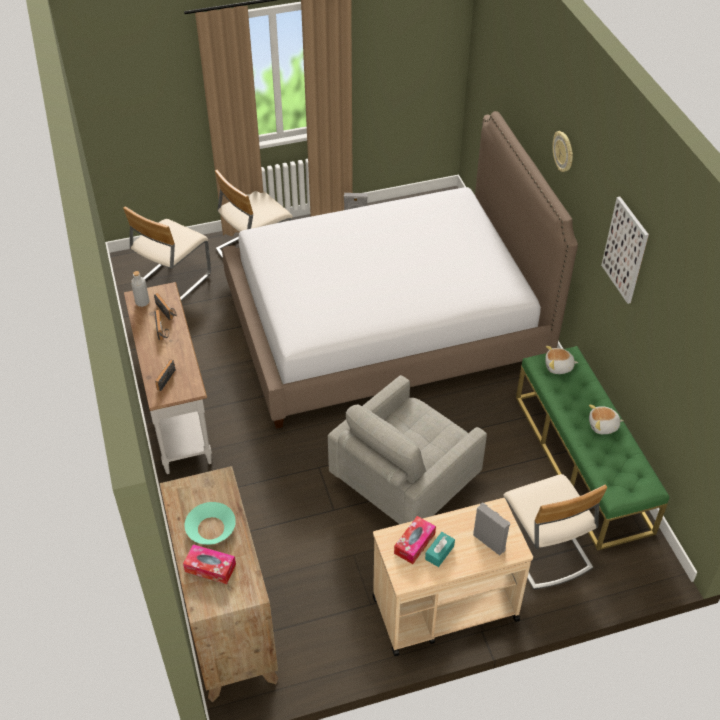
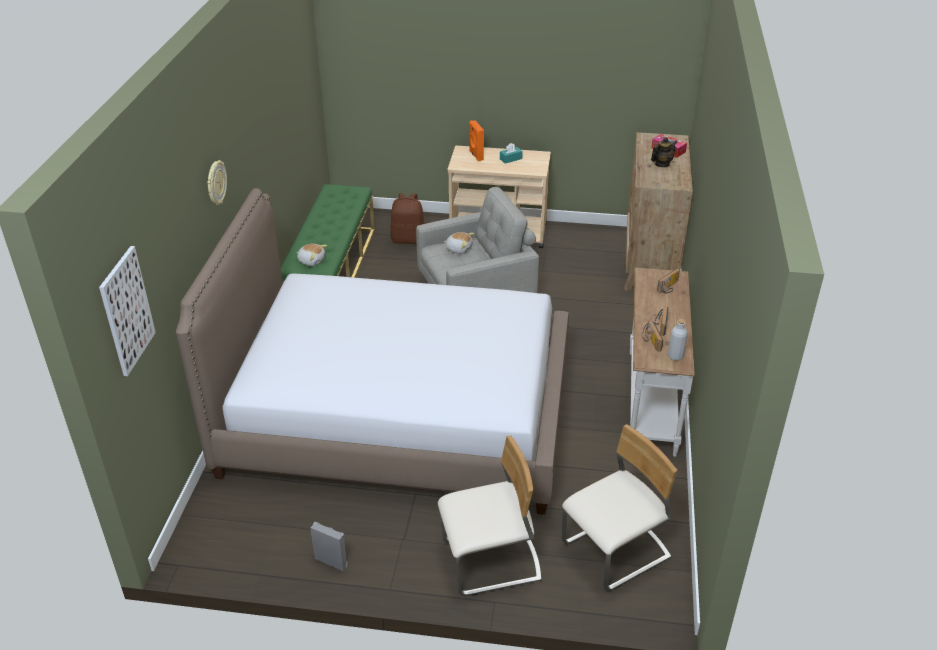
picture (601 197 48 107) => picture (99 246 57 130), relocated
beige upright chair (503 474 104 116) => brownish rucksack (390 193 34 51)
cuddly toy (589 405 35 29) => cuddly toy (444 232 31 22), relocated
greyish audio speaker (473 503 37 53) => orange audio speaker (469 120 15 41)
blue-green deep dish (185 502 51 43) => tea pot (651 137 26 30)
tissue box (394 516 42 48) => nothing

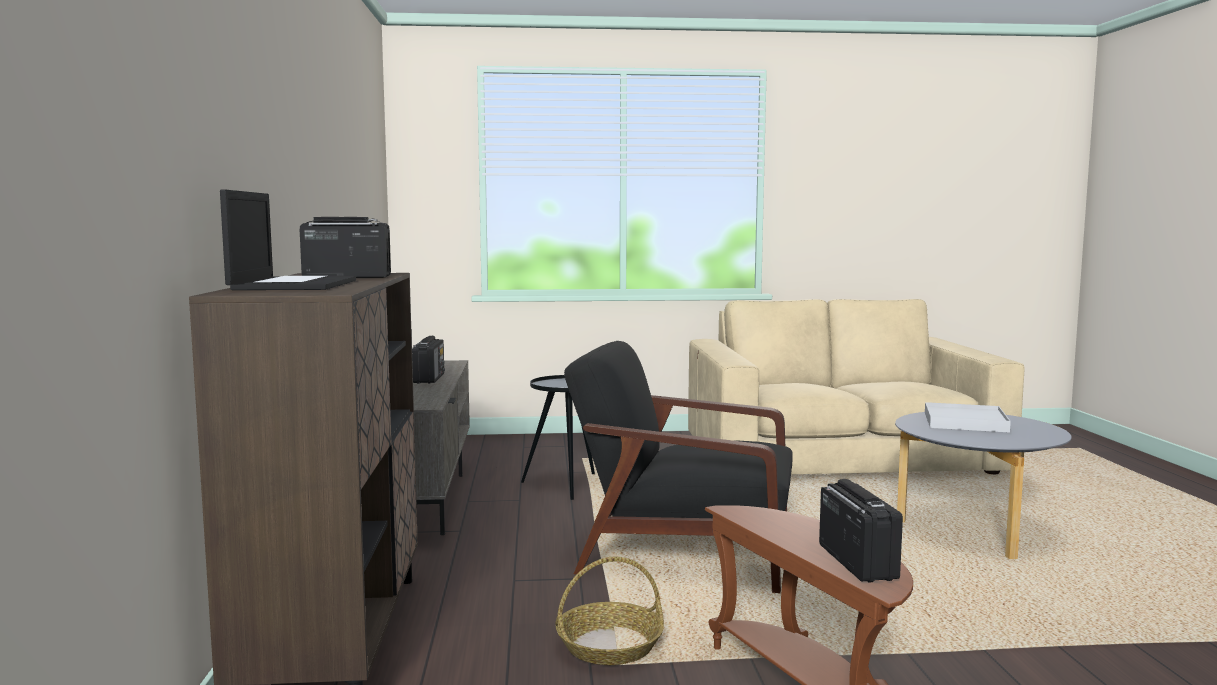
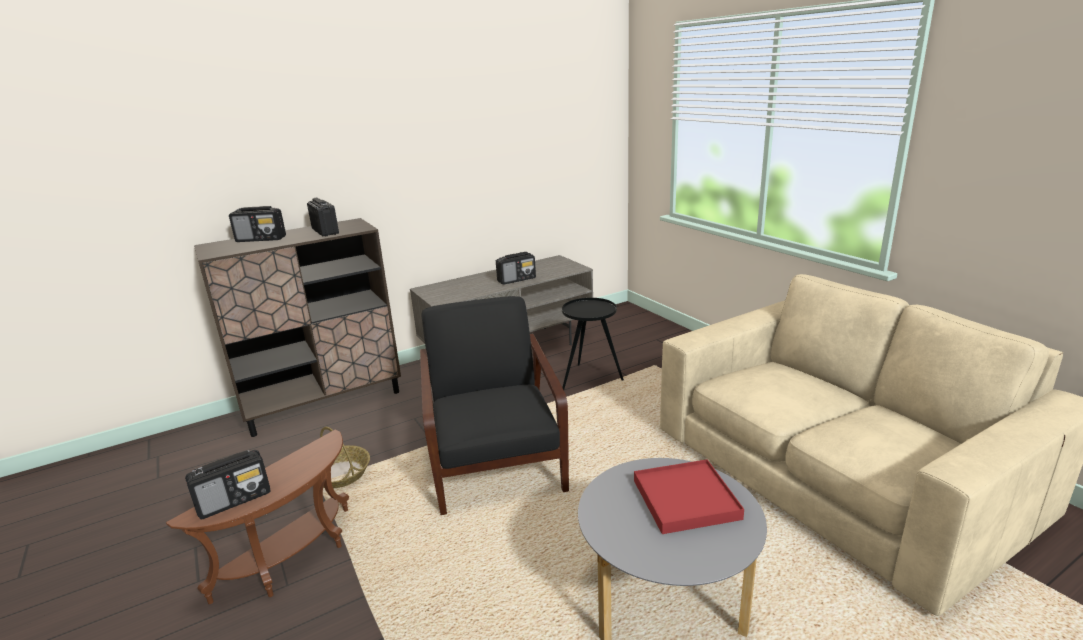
laptop (220 190 136 100) => radio set (229 206 57 36)
white-coloured serving tray (925 402 86 31) => red-coloured serving tray (634 459 110 75)

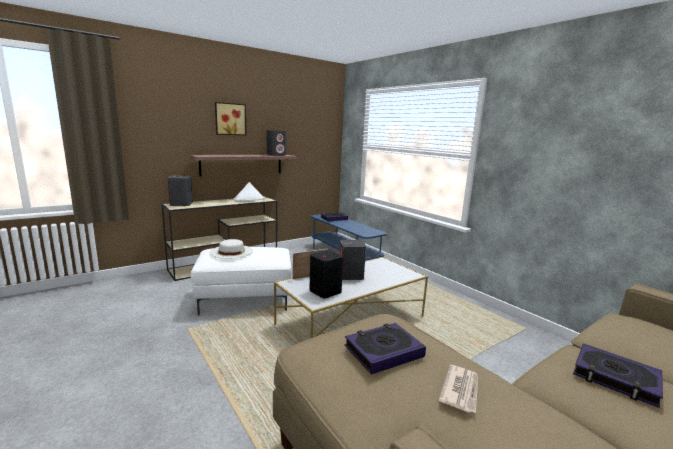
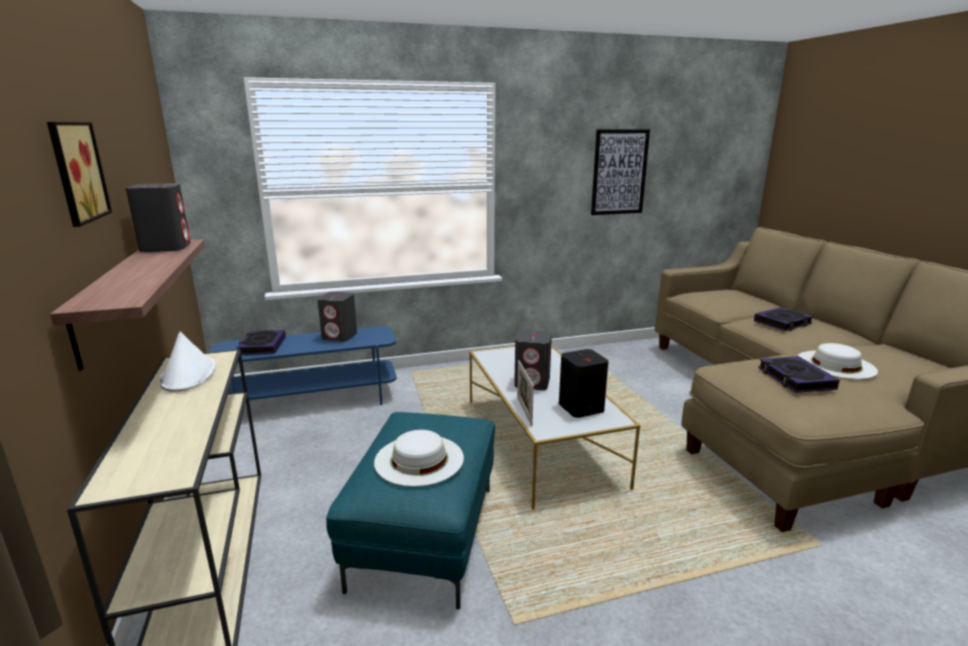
greyish audio speaker (168 176 25 30) => greyish audio speaker (317 292 40 50), relocated
white-coloured pouffe (191 247 101 68) => blue-green pouffe (326 412 169 198)
nothing => picture (591 129 59 86)
daily paper (439 365 39 48) => white-coloured hat (798 343 80 36)

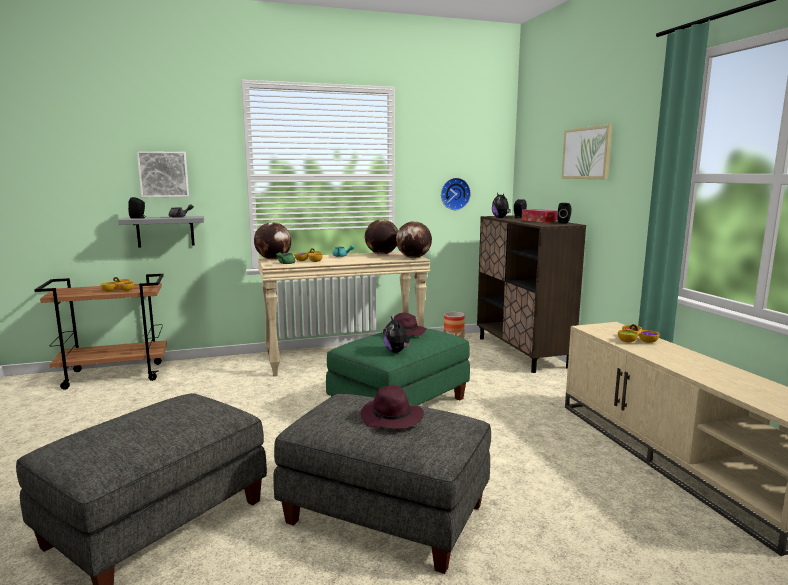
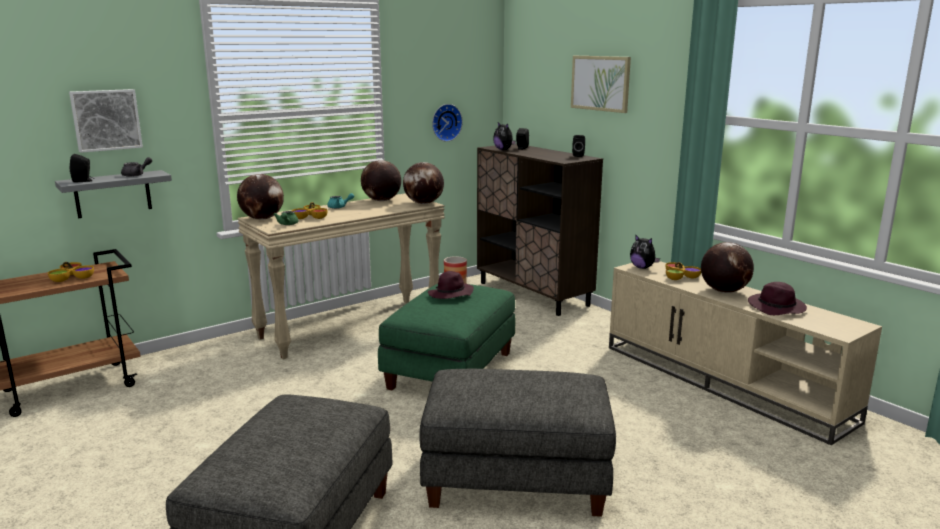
cuddly toy (383 317 27 36) => cuddly toy (630 234 30 35), relocated
nothing => desk globe (701 242 53 51)
purple hat (361 385 63 44) => purple hat (748 282 59 33), relocated
tissue box (522 209 35 14) => nothing

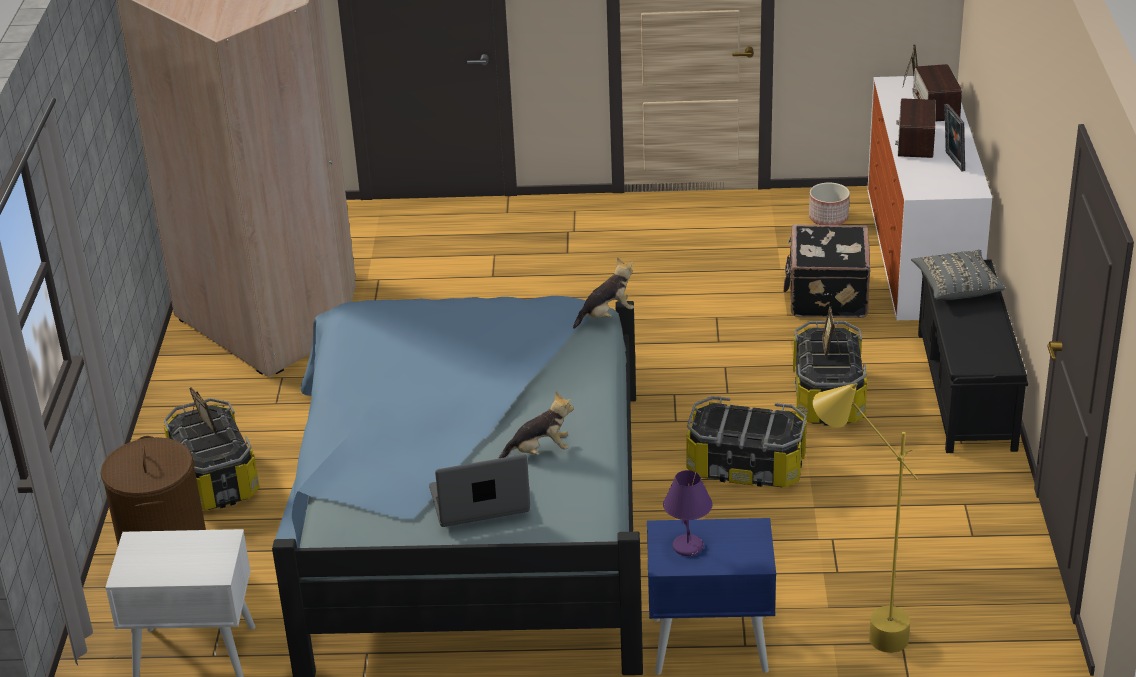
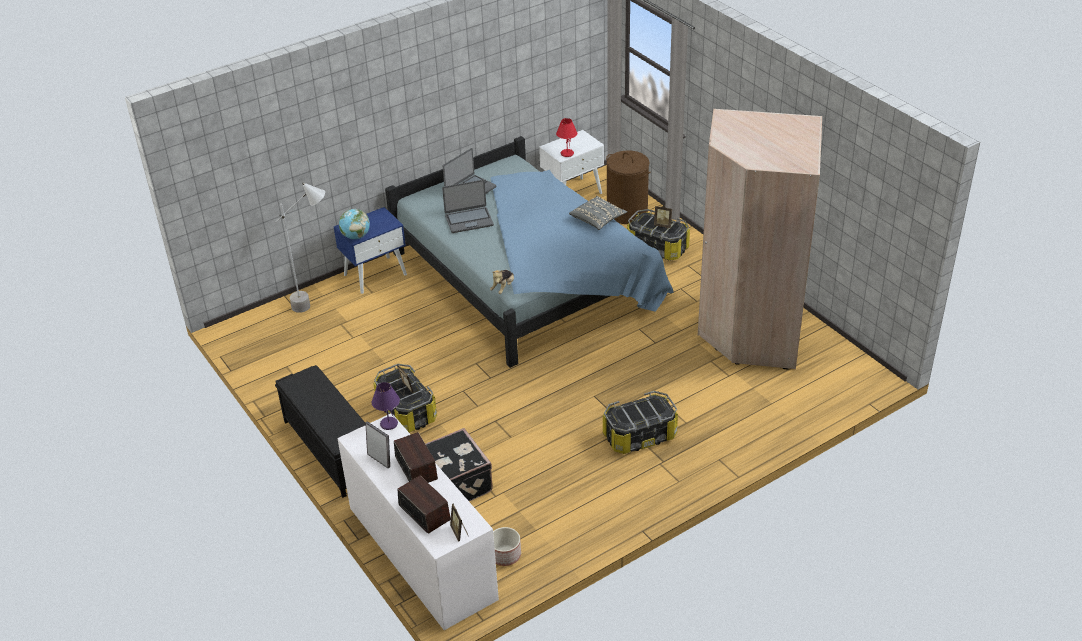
yellow-coloured floor lamp (813 383 105 270) => greyish floor lamp (276 182 49 131)
nothing => desk globe (339 209 31 30)
purple table lamp (663 470 50 86) => purple table lamp (372 382 28 48), relocated
cuddly toy (498 391 76 68) => laptop (442 180 52 53)
nothing => red-coloured table lamp (556 118 21 39)
greyish pillow (911 250 95 50) => greyish pillow (569 196 59 34), relocated
storage bin (686 396 121 91) => storage bin (603 391 75 63), relocated

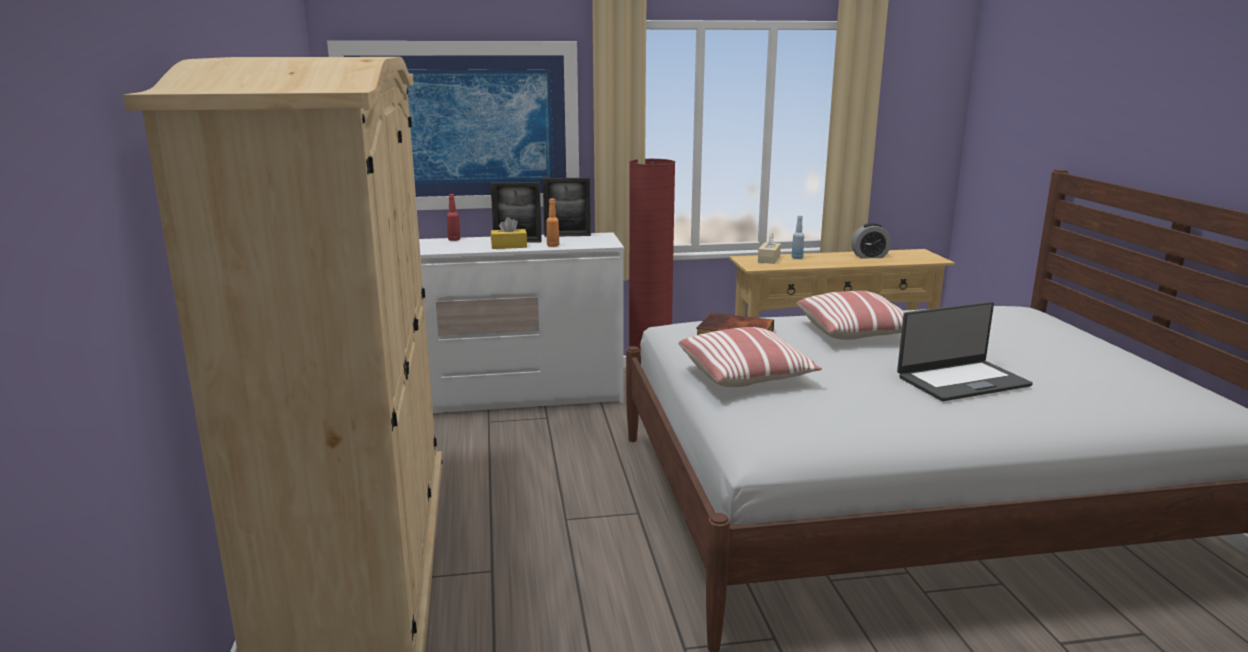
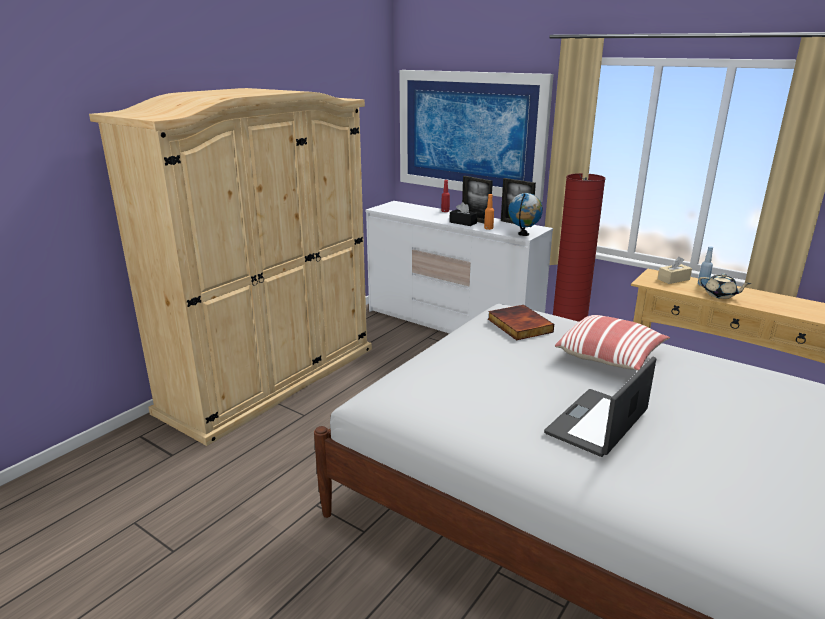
yellow-coloured tissue box (491 217 36 32) => blackish tissue box (449 202 28 24)
nothing => desk globe (508 193 35 43)
laptop (897 301 136 100) => laptop (544 357 112 100), 105 degrees clockwise
nothing => beige tea pot (699 274 52 25)
pillow (679 327 143 60) => nothing
table clock (851 223 40 35) => nothing

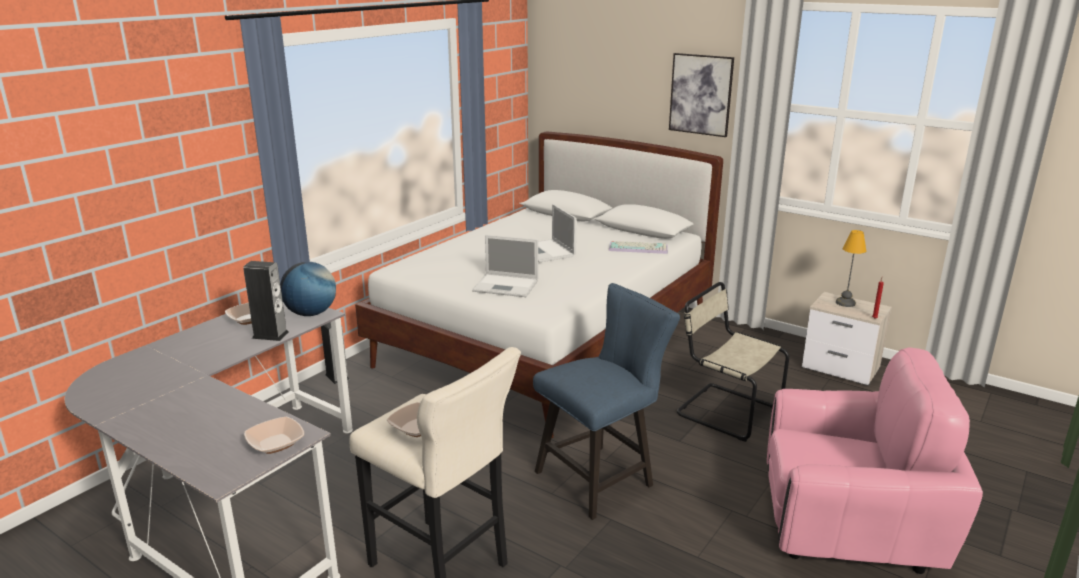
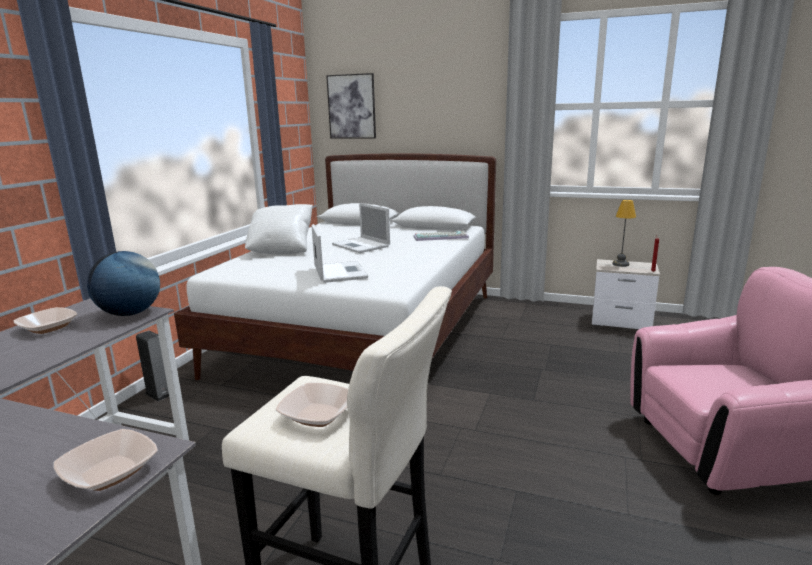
nothing => white-coloured pillow (245 204 68 51)
laptop (472 235 66 62) => laptop (311 224 57 59), 105 degrees counterclockwise
picture (669 53 65 84) => picture (326 73 50 66), relocated
audio speaker (243 261 46 80) => nothing
blue upright chair (533 283 147 237) => nothing
beige upright chair (677 282 112 160) => nothing

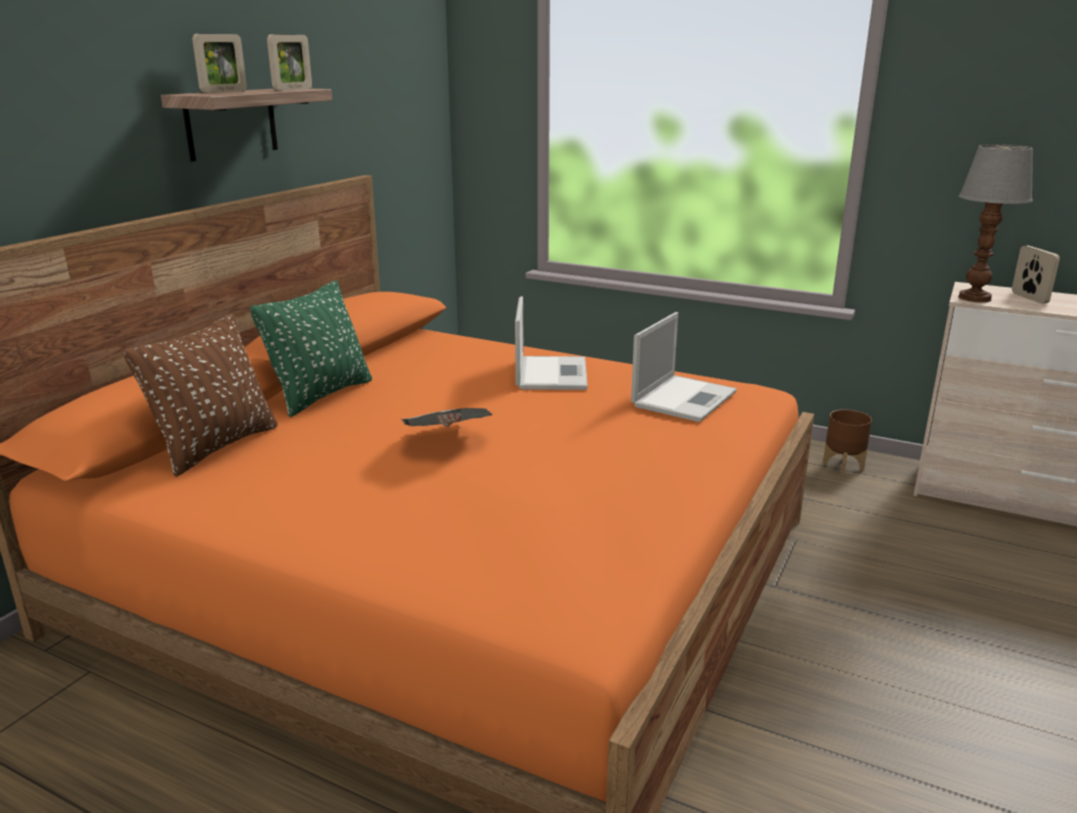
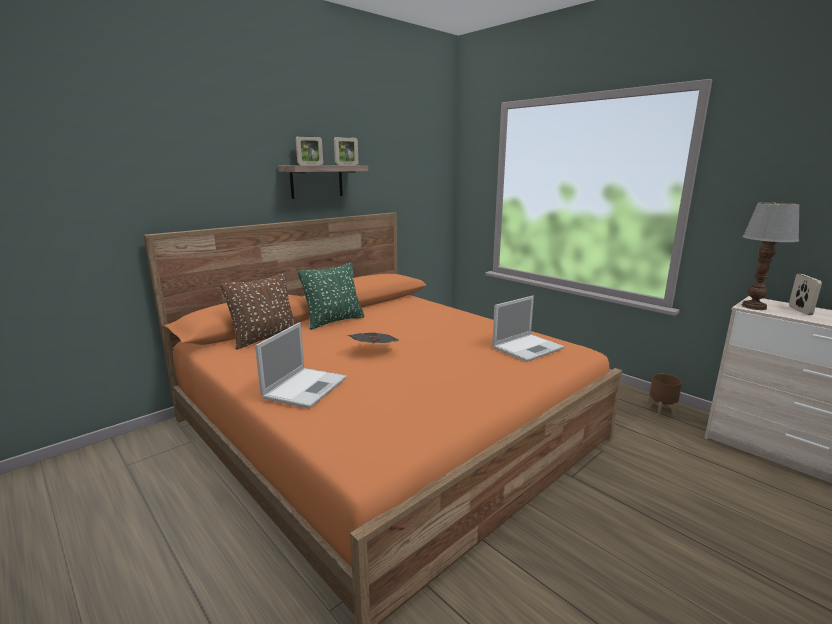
laptop (515 296 73 94) => laptop (255 322 92 87), relocated

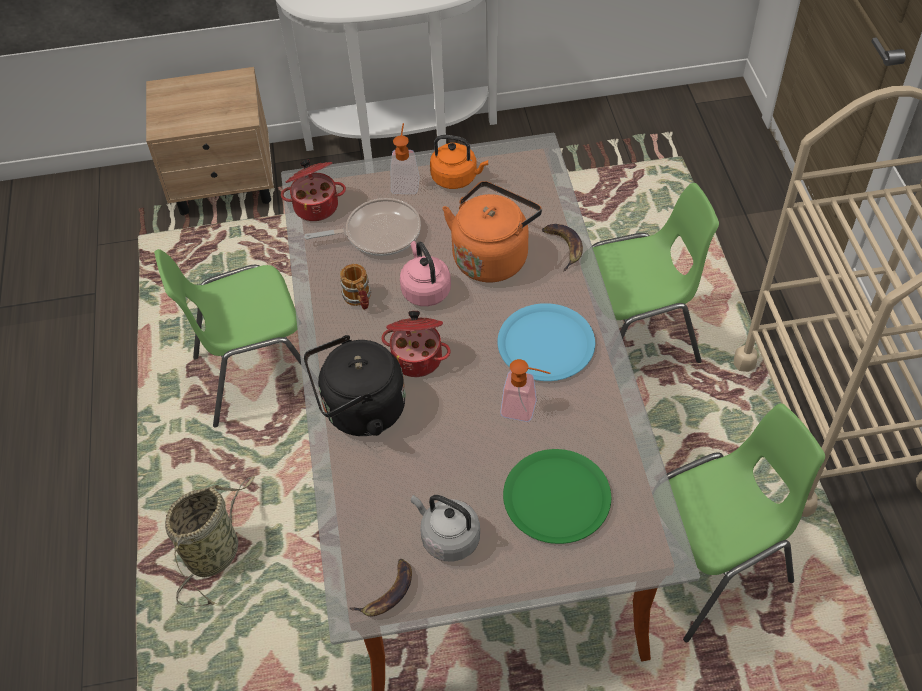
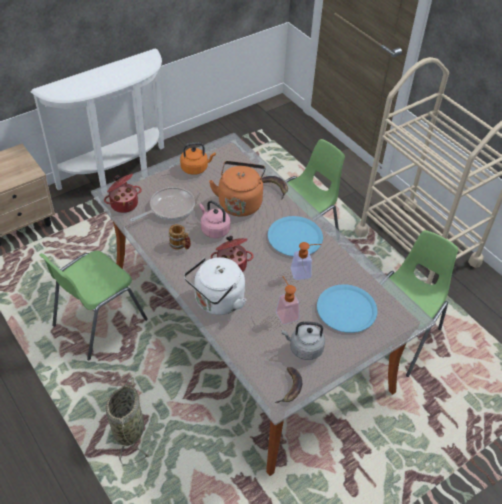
blackish tea kettle (304 335 102 101) => white-coloured tea kettle (184 257 62 58)
soap dispenser (391 123 29 71) => soap dispenser (276 276 23 49), relocated
green plate (503 449 108 95) => blue plate (317 284 60 49)

